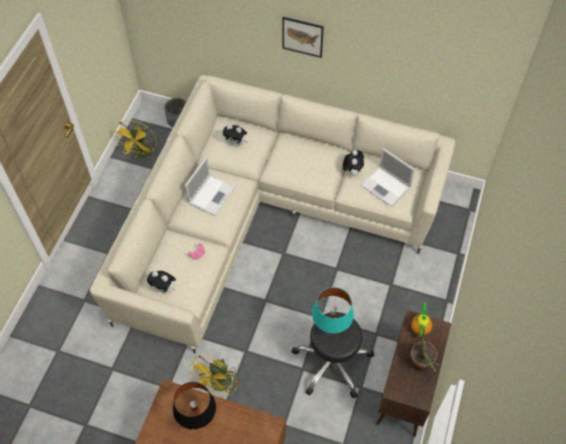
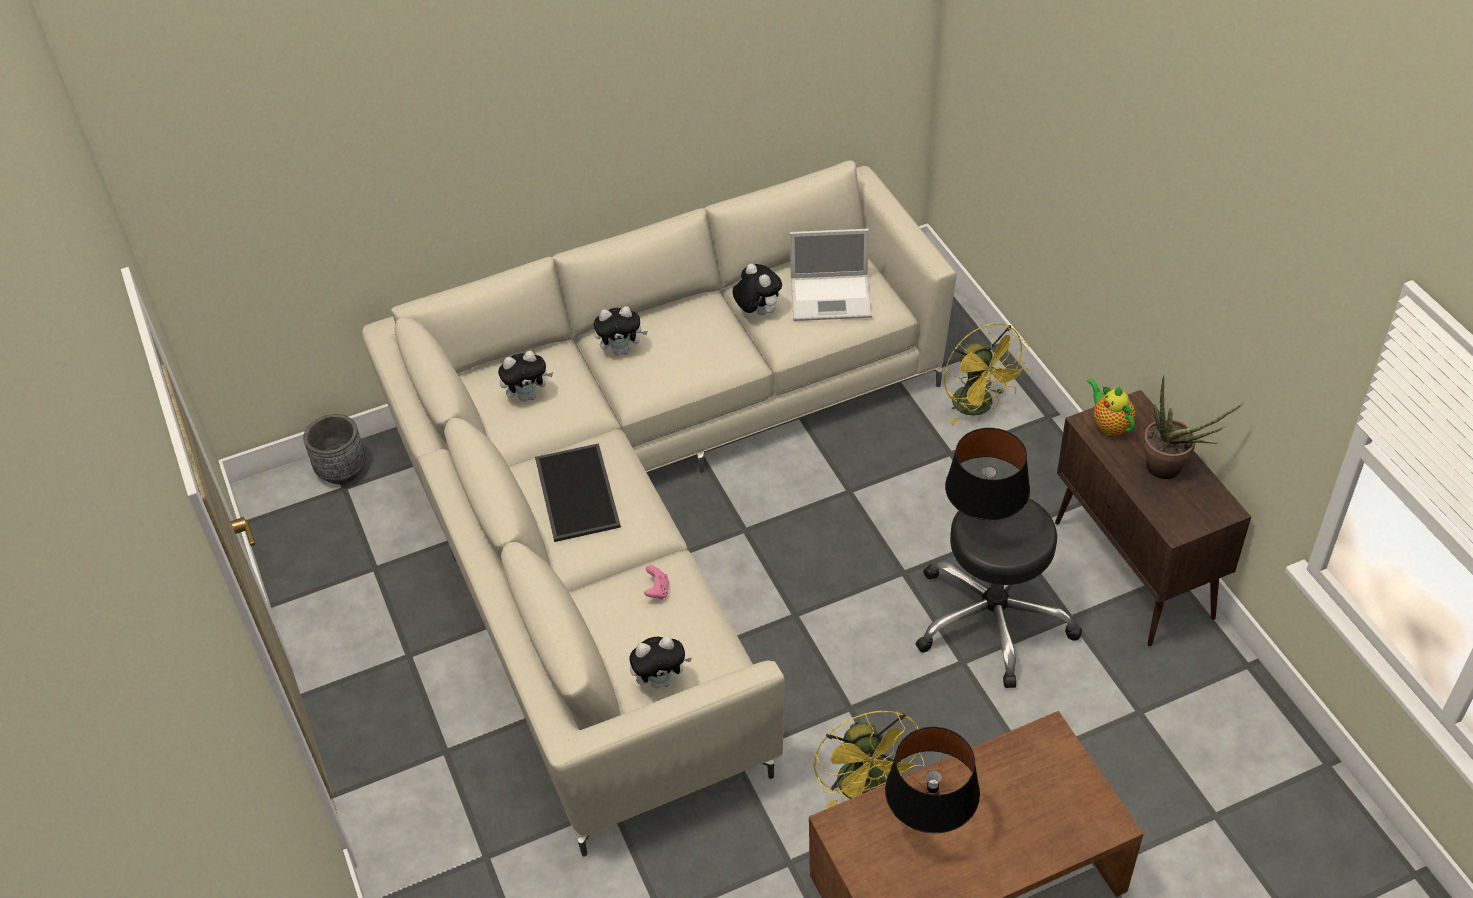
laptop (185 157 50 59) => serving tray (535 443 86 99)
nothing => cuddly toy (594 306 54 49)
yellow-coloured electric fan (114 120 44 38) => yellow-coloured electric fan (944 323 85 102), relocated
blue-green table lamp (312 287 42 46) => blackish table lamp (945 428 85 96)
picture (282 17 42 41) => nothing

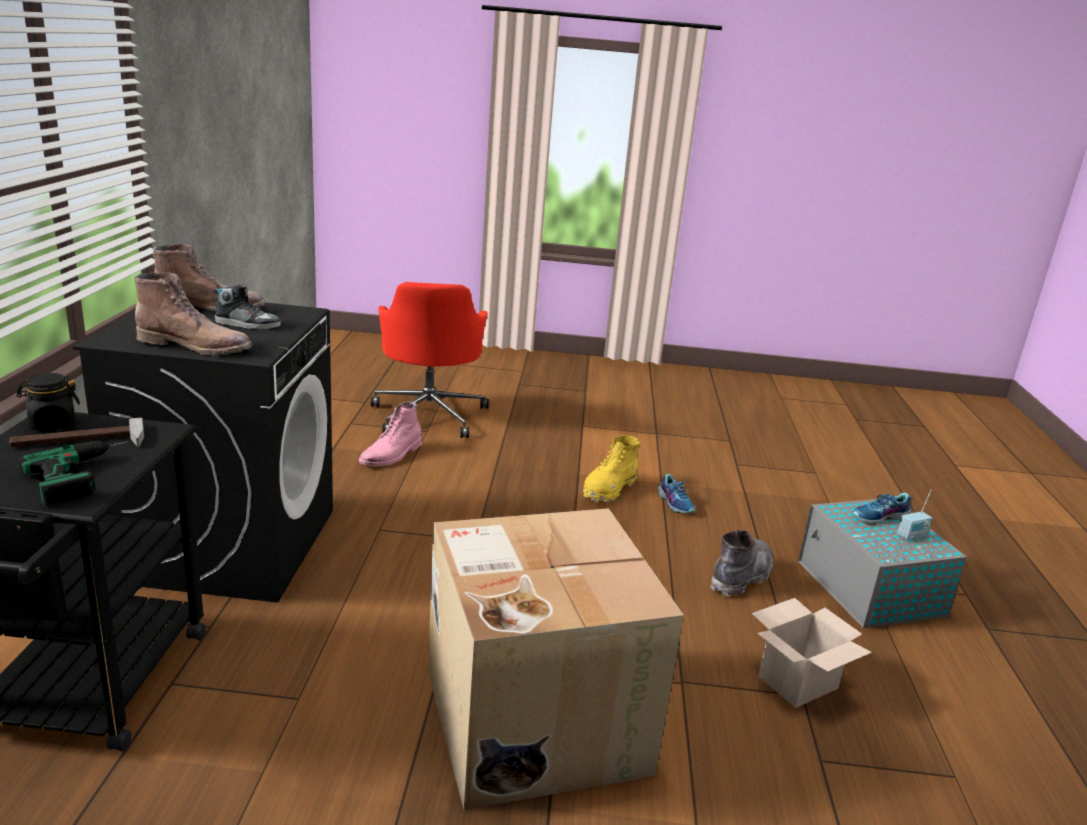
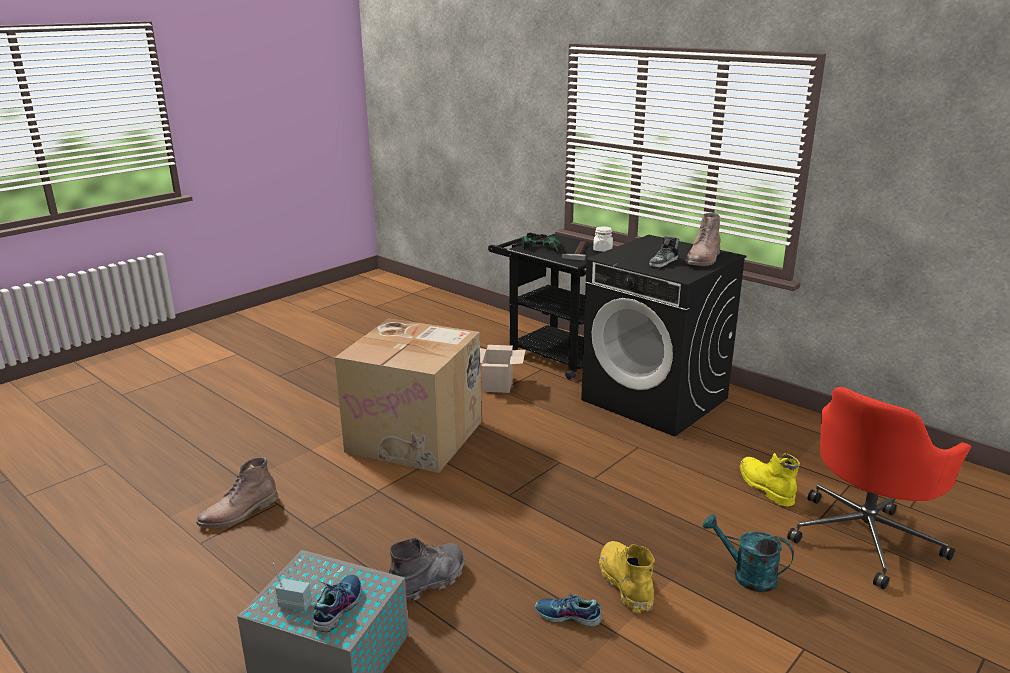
brownish boot (134 272 118 84) => brownish boot (196 457 82 71), relocated
radio set (897 490 36 50) => radio set (273 563 39 48), 90 degrees clockwise
greyish boot (710 530 63 67) => greyish boot (389 538 76 63), 120 degrees counterclockwise
carton (752 598 120 110) => carton (480 345 45 48), relocated
blackish jar (17 373 63 57) => white-coloured jar (593 226 20 26)
nothing => blue-green watering pot (703 514 91 78)
pink boot (359 402 63 64) => yellow-coloured boot (740 453 60 54)
red-coloured computer chair (371 282 118 156) => red-coloured computer chair (787 387 184 202), 75 degrees counterclockwise

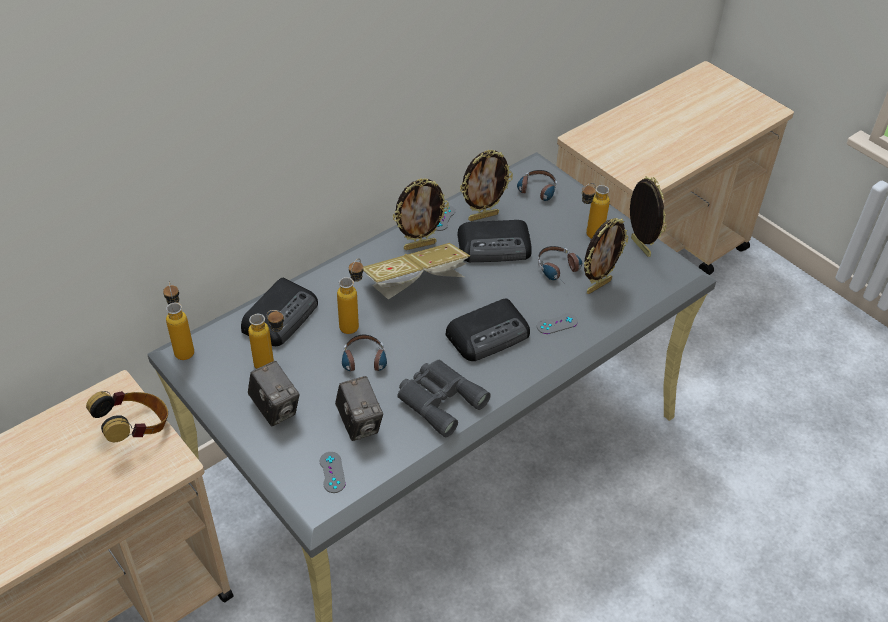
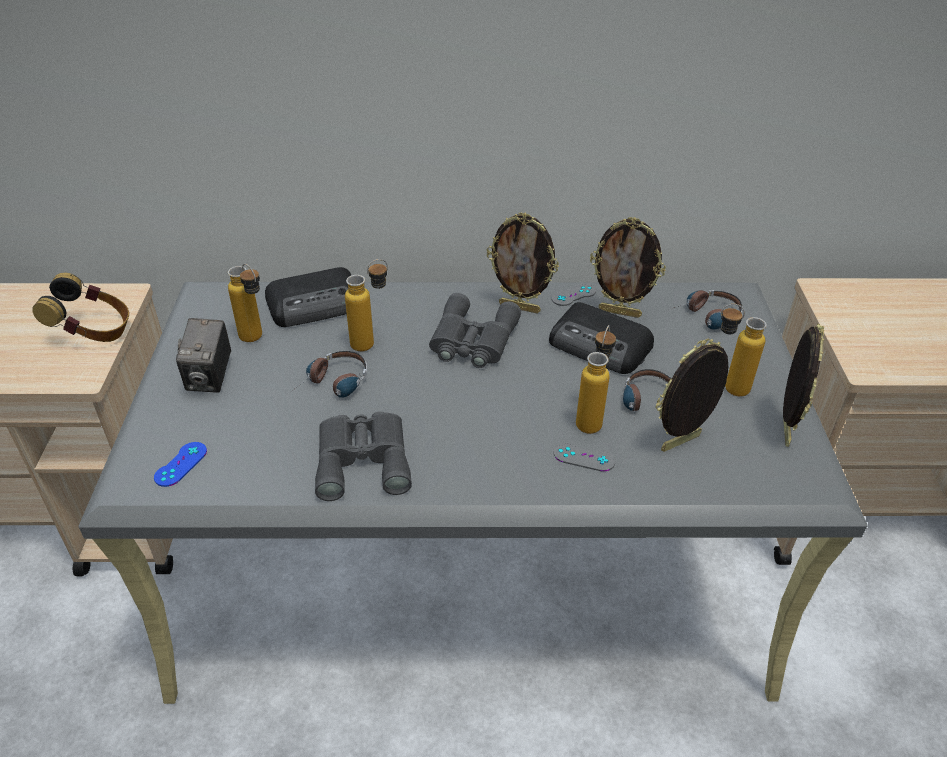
greyish game controller (320 452 25 41) => blue game controller (154 442 53 45)
volume (363 243 107 57) => greyish binoculars (429 293 92 75)
beverage bottle (163 282 31 78) => beverage bottle (576 325 40 109), relocated
picture frame (584 218 45 76) => picture frame (655 339 73 113), 150 degrees clockwise
photo camera (335 376 48 65) => nothing
radio set (445 299 85 62) => nothing

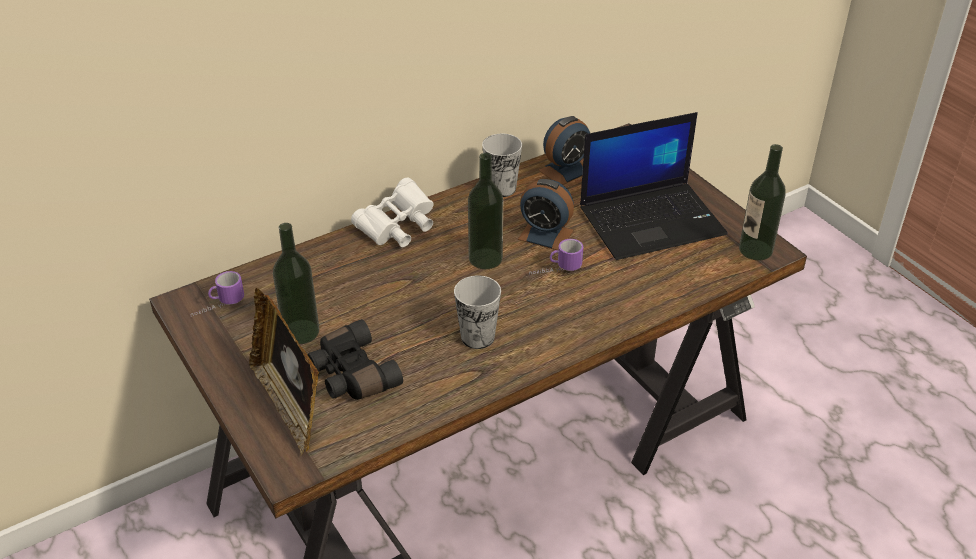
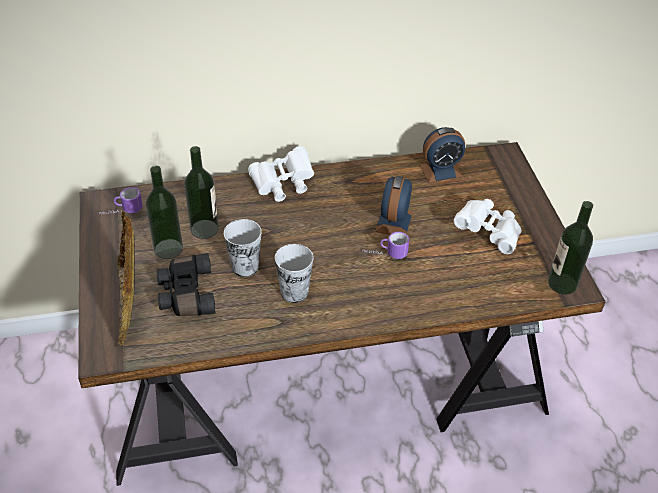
beverage bottle (468 153 35 116) => beverage bottle (184 146 35 93), relocated
cup (482 134 40 63) => cup (224 219 37 58), relocated
table clock (518 179 56 71) => table clock (375 176 38 59), 60 degrees clockwise
laptop (580 112 148 148) => white-coloured binoculars (454 199 67 55)

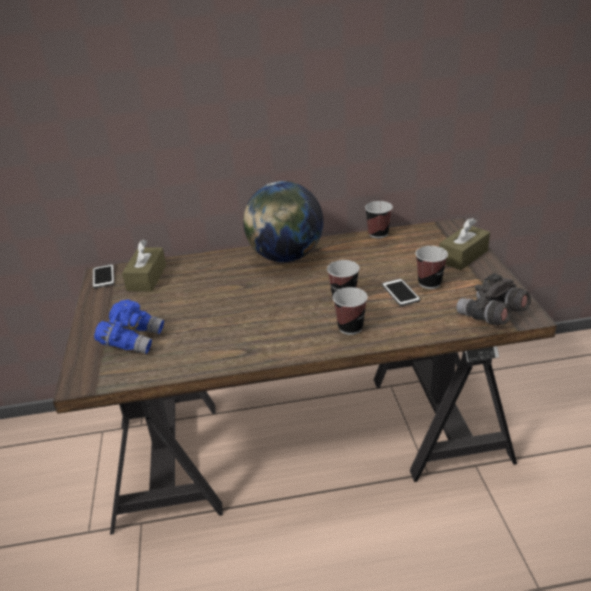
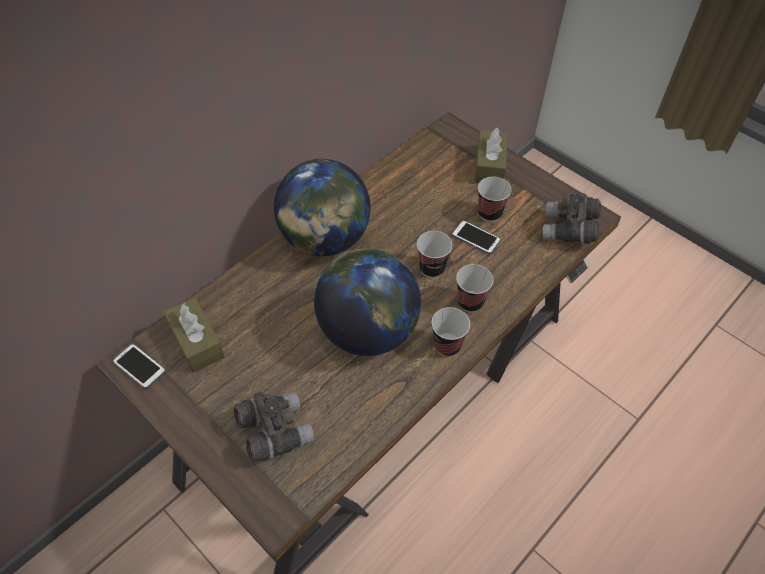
blue binoculars (94 300 70 54) => greyish binoculars (234 392 80 70)
nothing => desk globe (314 248 107 108)
cup (365 201 28 38) => cup (431 307 39 50), relocated

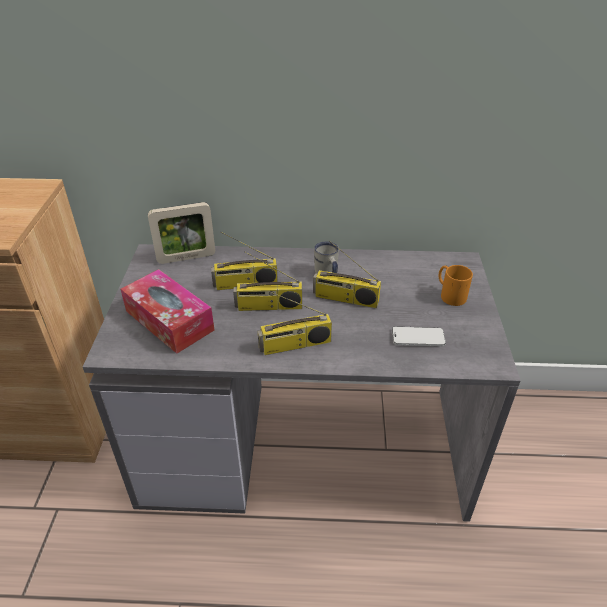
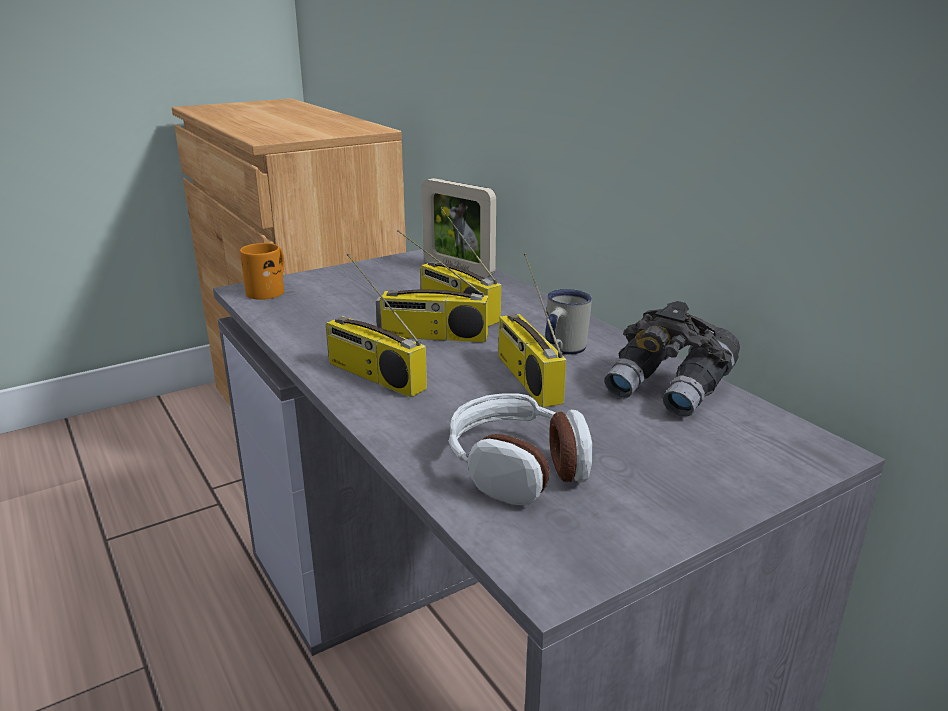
orange coffee mug (439 265 34 41) => orange coffee mug (240 243 44 57), relocated
radio set (233 251 69 60) => radio set (376 230 112 113), 45 degrees counterclockwise
phone (392 326 54 21) => headphones (449 393 143 112)
nothing => greyish binoculars (604 301 136 116)
tissue box (120 269 94 85) => nothing

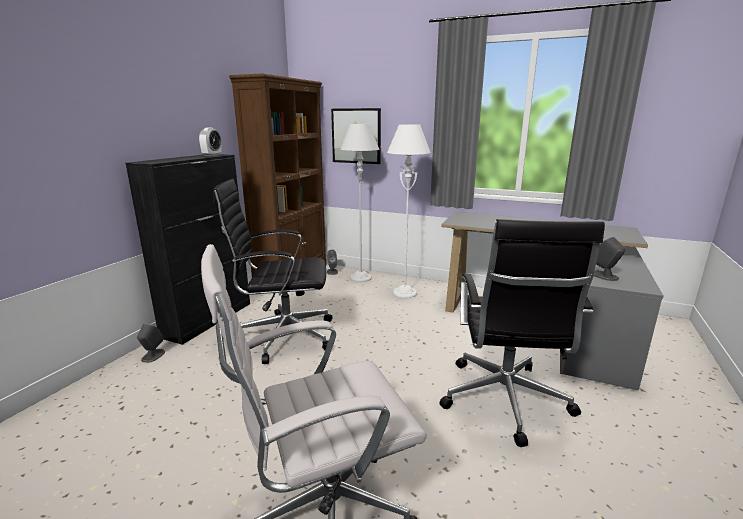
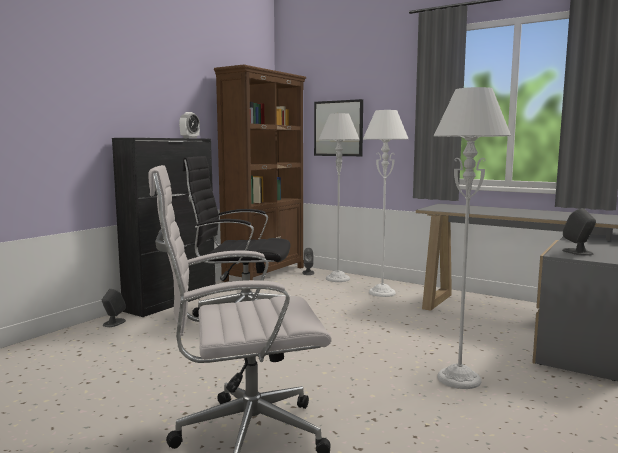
blackish computer chair (440 219 165 228) => greyish floor lamp (434 87 77 302)

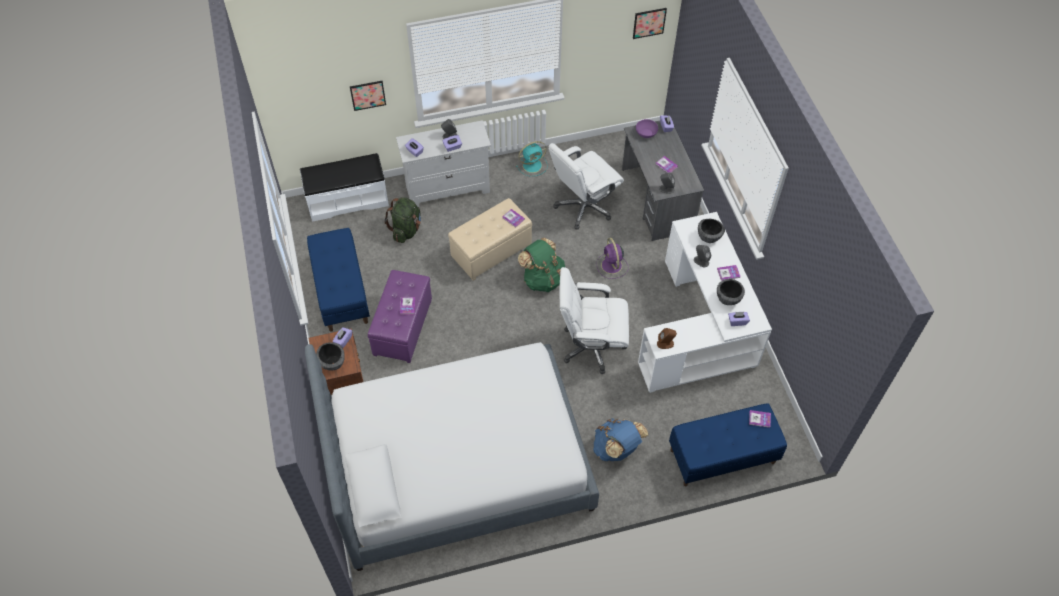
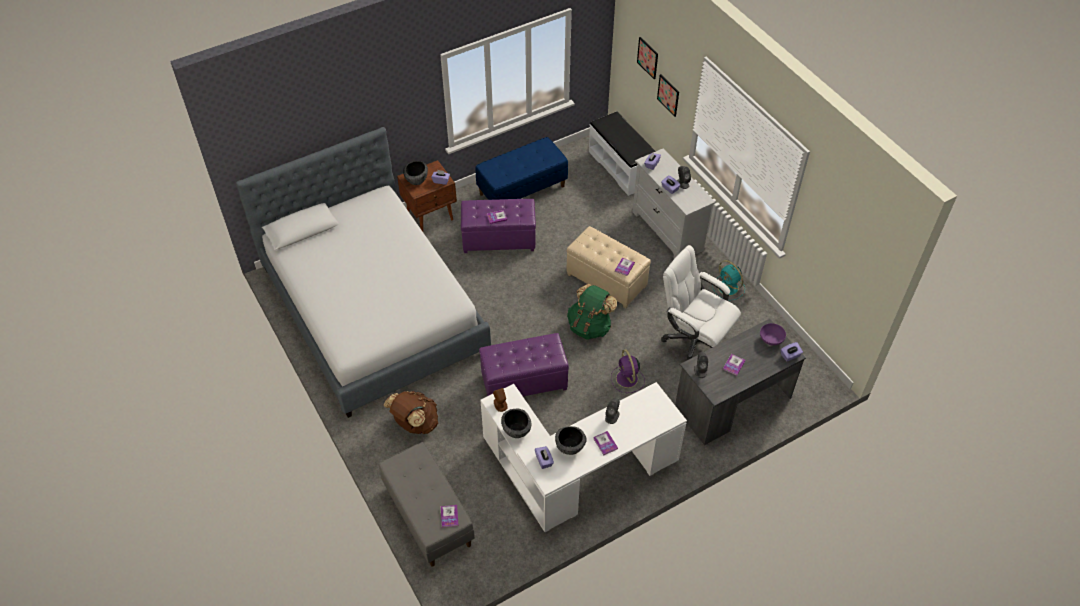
blue long seat (669 404 118 82) => greyish long seat (379 442 96 125)
blue rucksack (593 418 55 43) => brownish rucksack (383 391 55 43)
white-coloured computer chair (560 267 69 107) => purple pouffe (479 333 90 63)
deep dish (698 219 27 24) => deep dish (501 409 30 29), relocated
purple electric fan (597 238 31 41) => purple electric fan (611 349 34 44), 75 degrees counterclockwise
picture (633 8 34 31) => picture (637 37 21 42), relocated
green rucksack (384 197 37 46) => nothing

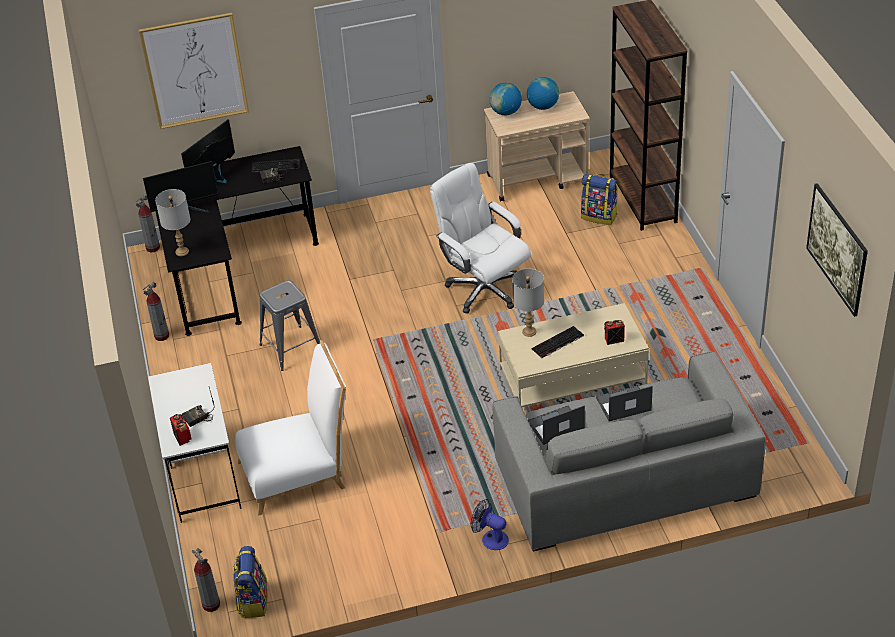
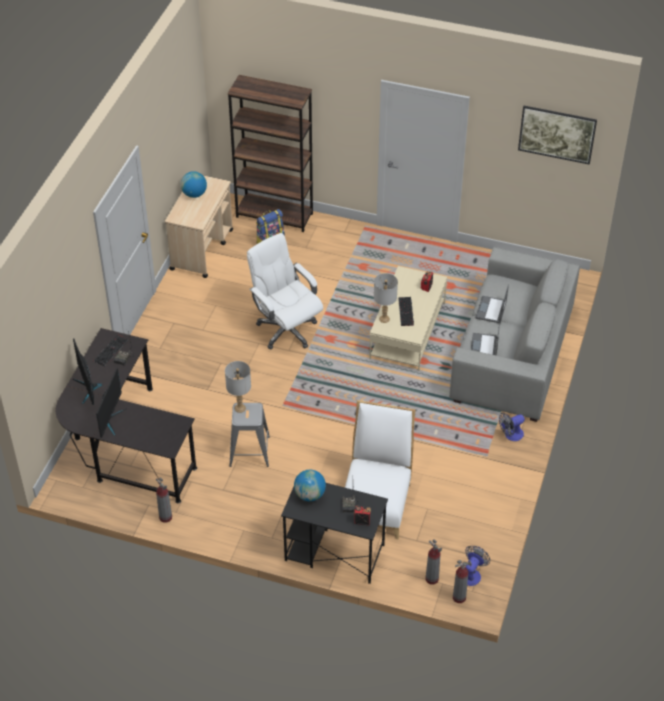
greyish table lamp (155 189 35 67) => greyish table lamp (225 361 26 52), relocated
white-coloured computer chair (430 163 101 151) => white-coloured computer chair (247 233 76 117), 60 degrees clockwise
white-coloured desk table (148 363 94 160) => blackish desk table (281 483 107 101)
desk globe (489 83 33 32) => desk globe (294 470 32 31), relocated
fire-fighting cylinder (135 195 25 57) => fire-fighting cylinder (426 539 16 46), relocated
rucksack (233 546 34 72) => electric fan (465 546 25 40)
picture (139 13 110 116) => nothing

